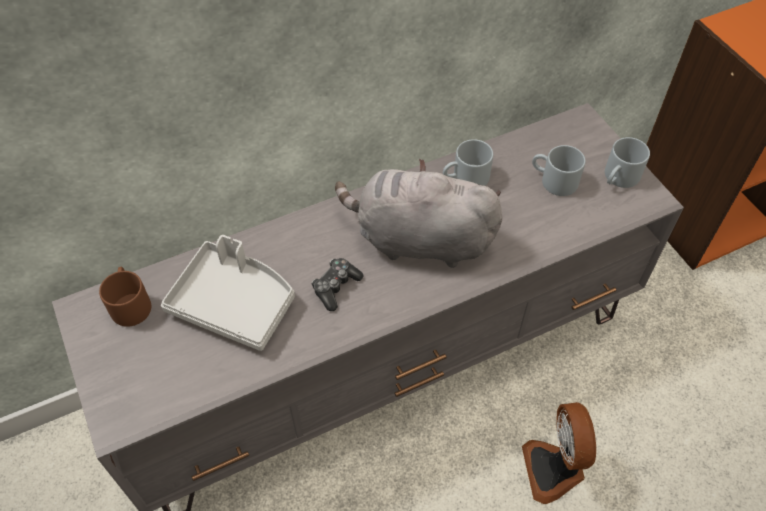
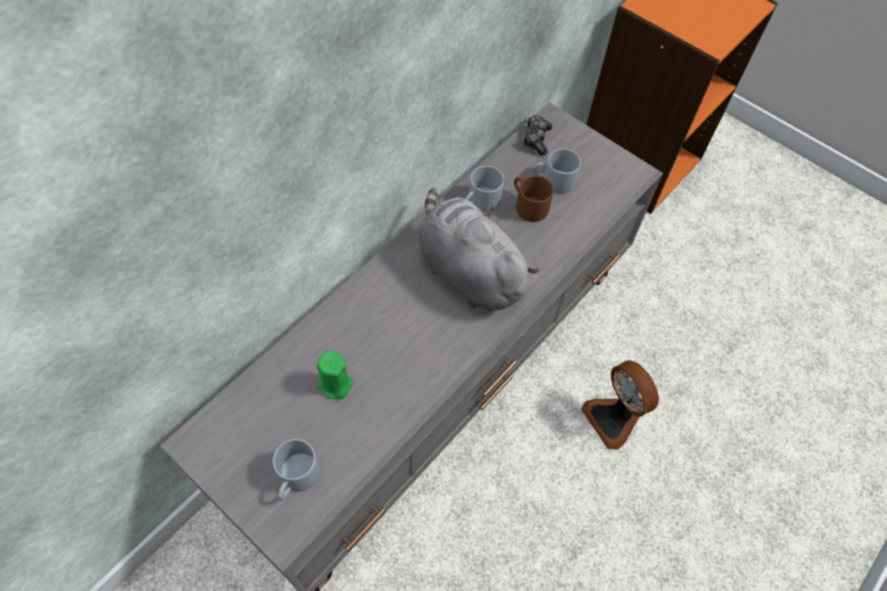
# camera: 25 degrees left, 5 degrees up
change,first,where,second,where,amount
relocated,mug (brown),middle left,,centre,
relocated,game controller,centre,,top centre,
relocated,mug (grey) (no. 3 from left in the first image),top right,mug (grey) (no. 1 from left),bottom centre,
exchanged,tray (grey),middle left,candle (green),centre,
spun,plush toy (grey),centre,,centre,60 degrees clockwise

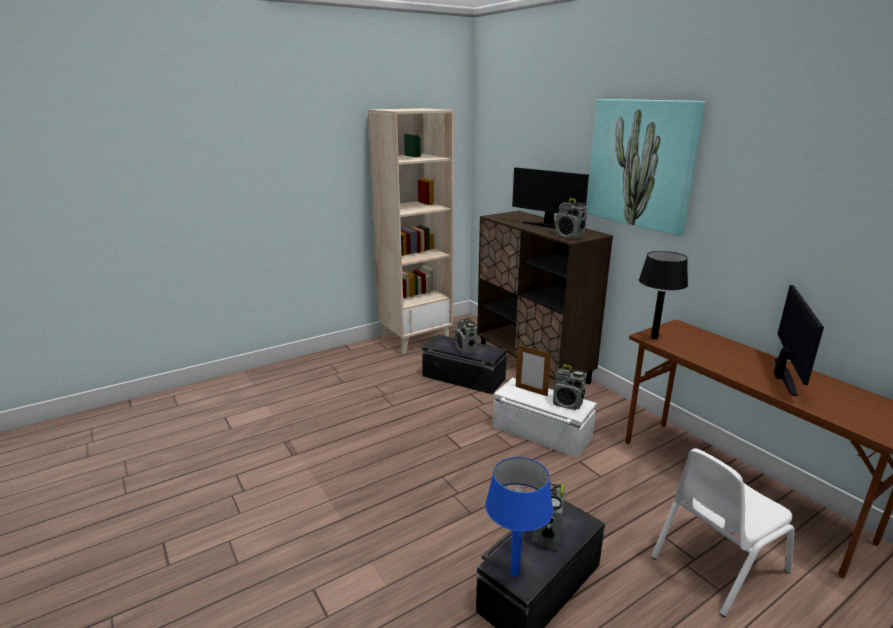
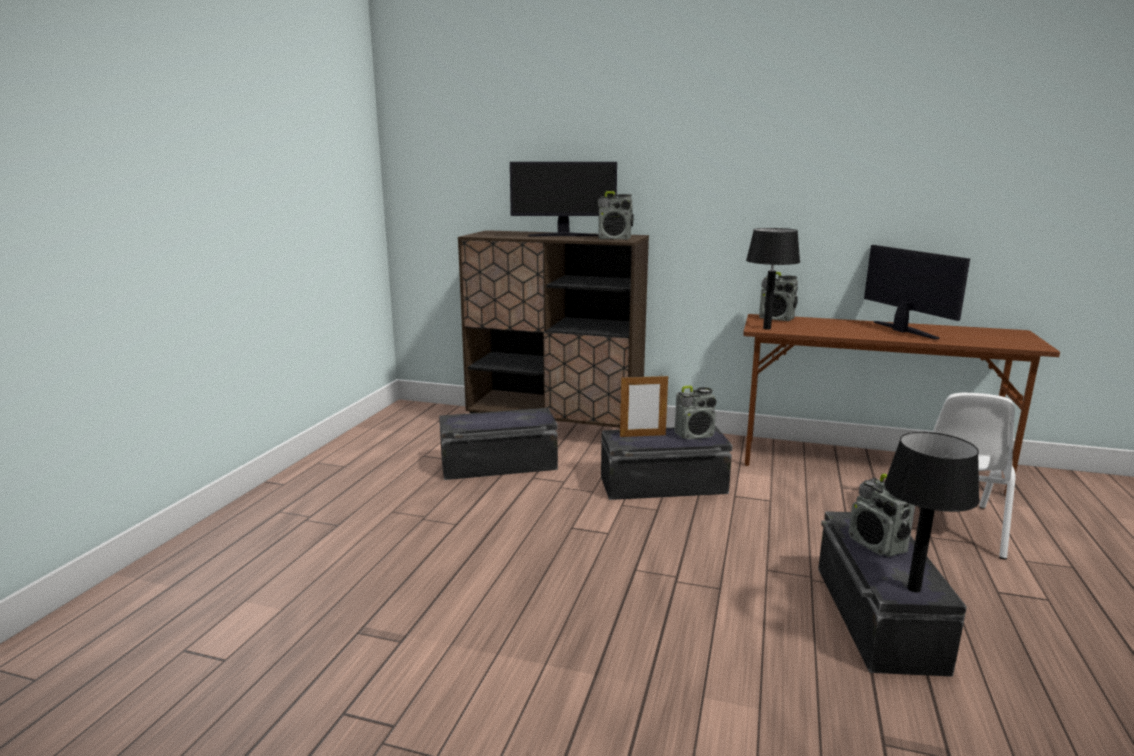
# camera: 40 degrees left, 5 degrees down
change,first,where,second,where,amount
missing,bookcase (beige),centre,,,
missing,picture,top right,,,
relocated,radio (no. 1 from left in the first image),centre,radio (no. 3 from left),middle right,
colour,table lamp (blue),bottom centre,table lamp (black) (no. 2 from left),bottom right,
colour,storage box (white),centre,storage box (black) (no. 2 from left),centre,

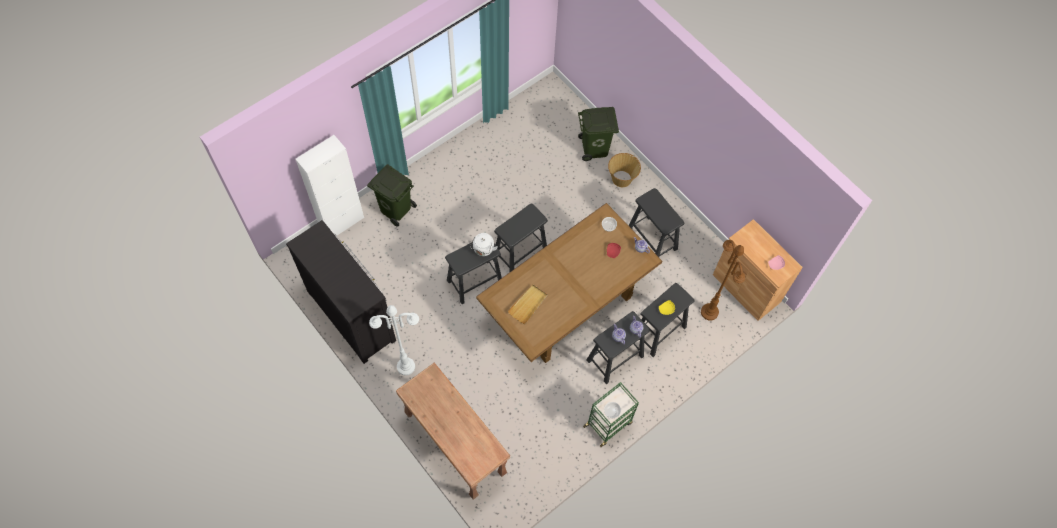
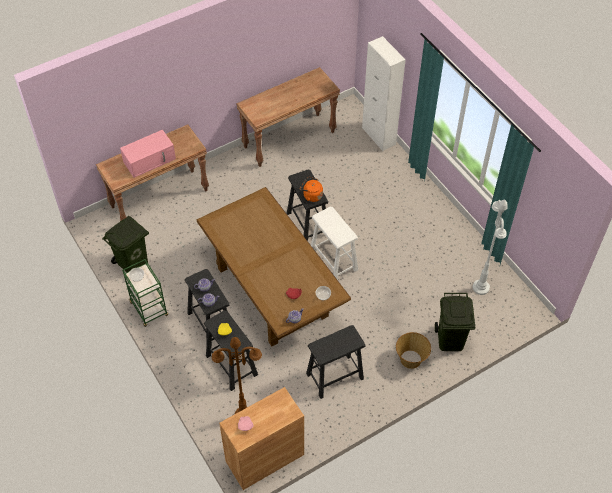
# camera: 100 degrees right, 10 degrees down
change,first,where,second,where,amount
missing,tray (beige),centre,,,
appeared,,,microwave (pink),top left,
relocated,trash can (green) (no. 1 from left),centre,,middle left,
relocated,floor lamp (white),centre,,middle right,
exchanged,dresser,middle left,console table (brown) (no. 2 from left),top centre,
colour,kettle (white),centre,kettle (orange),centre,
colour,stool (black) (no. 2 from left),centre,stool (white),centre,

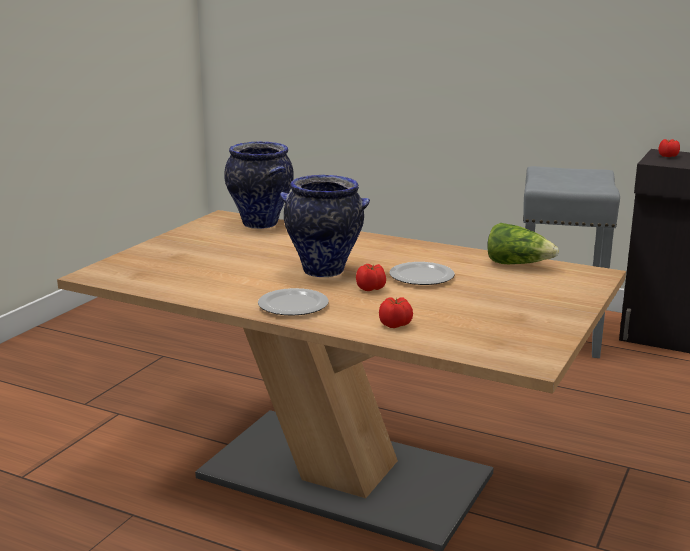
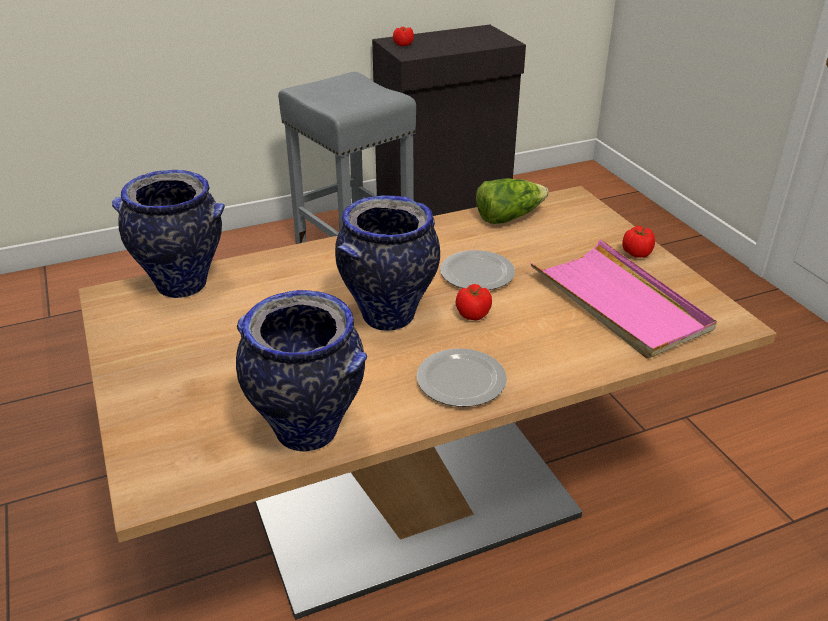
# camera: 50 degrees left, 15 degrees up
change,first,where,second,where,amount
appeared,,,vase (no. 2 from left),centre,
appeared,,,tray (pink),middle right,
relocated,tomato (no. 2 from left in the first image),centre,tomato (no. 3 from left),middle right,

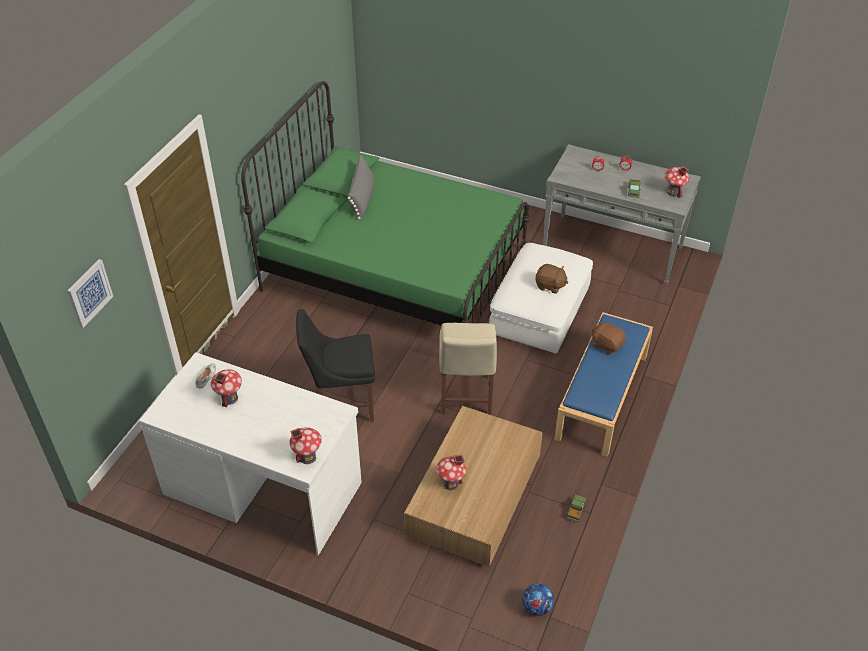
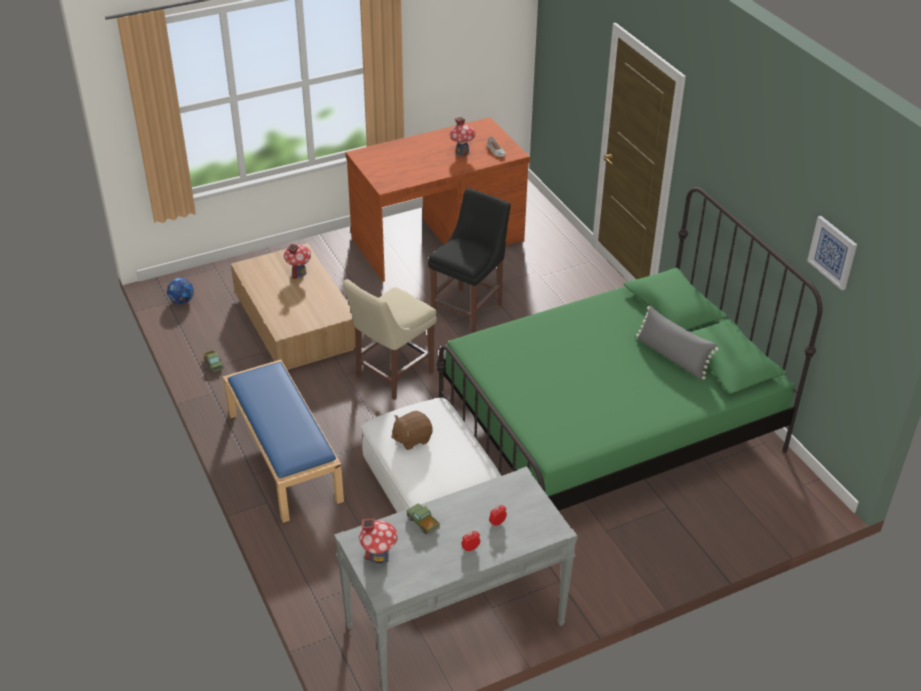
# camera: 130 degrees right, 5 degrees down
change,first,where,second,where,amount
missing,toy house (no. 2 from left),bottom centre,,,
missing,plush toy (brown) (no. 2 from left),middle right,,,
relocated,picture,middle left,,middle right,
colour,desk (white),bottom left,desk (brown),top centre,
spun,chair (beige),centre,,centre,90 degrees counterclockwise

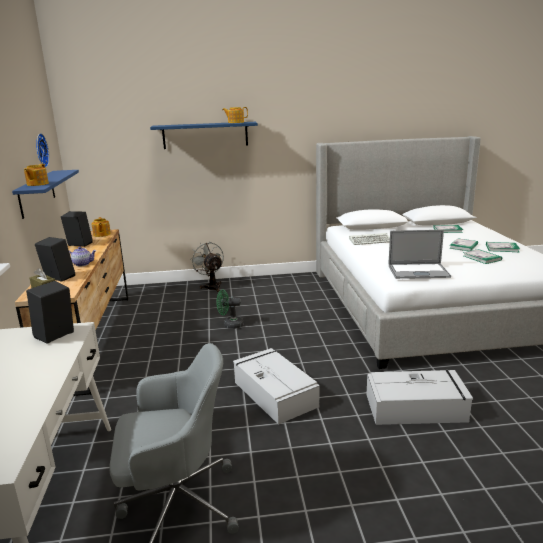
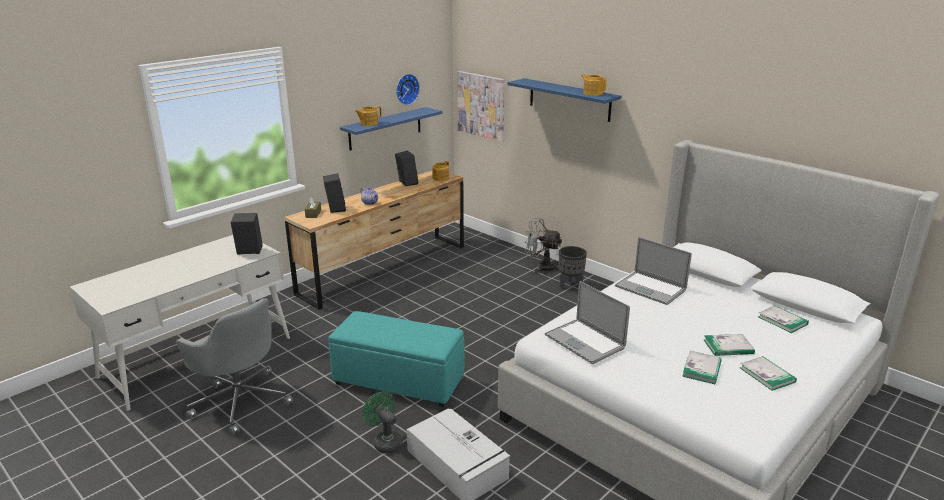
# camera: 50 degrees right, 5 degrees up
change,first,where,second,where,amount
appeared,,,picture,top centre,
appeared,,,planter (black),centre,
relocated,fan (green),centre,,bottom centre,
exchanged,storage box (grey) (no. 1 from left),bottom centre,ottoman (turquoise),bottom centre,
exchanged,keyboard,middle right,laptop (no. 2 from left),middle right,
spun,fan (grey),centre,,centre,90 degrees counterclockwise

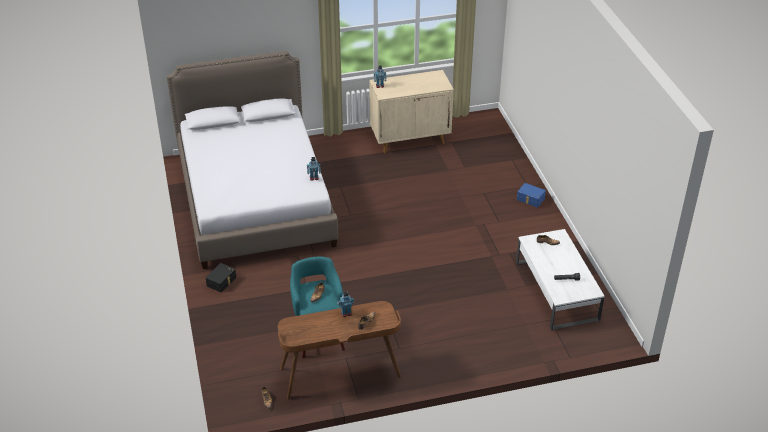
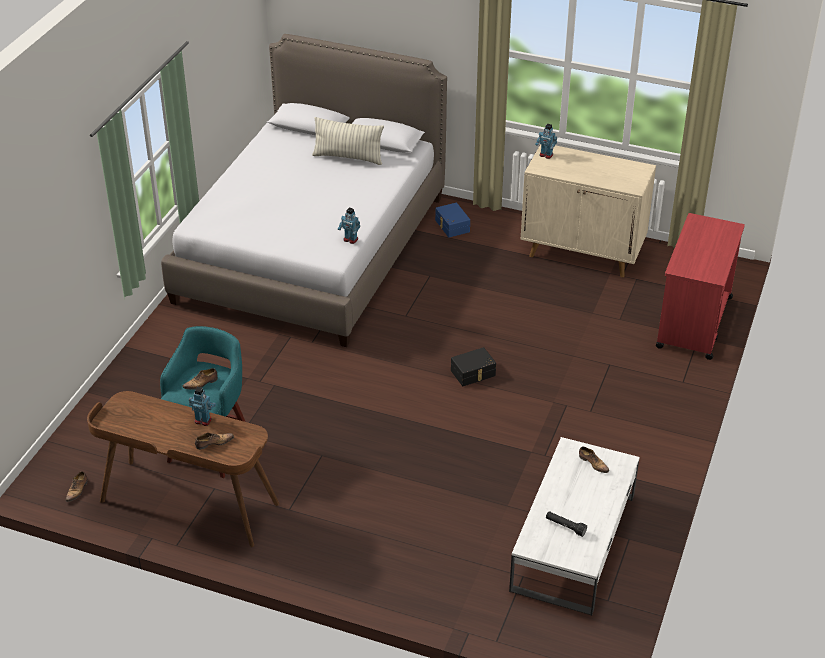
# camera: 35 degrees right, 0 degrees up
change,first,where,second,where,amount
appeared,,,pillow,top centre,
appeared,,,cart (red),middle right,
relocated,storage box (black),middle left,,centre,
relocated,storage box (blue),middle right,,centre,

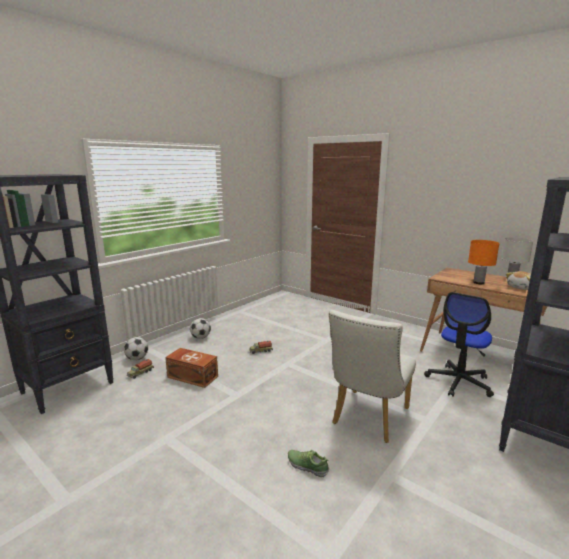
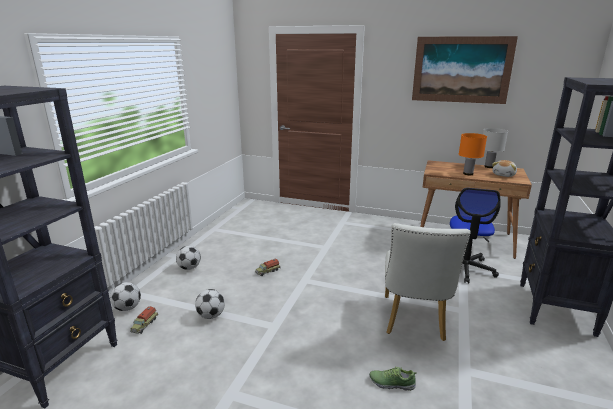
# camera: 20 degrees left, 5 degrees up
change,first,where,second,where,amount
appeared,,,picture,top right,
exchanged,storage box (brown),centre,football (no. 3 from left),bottom centre,

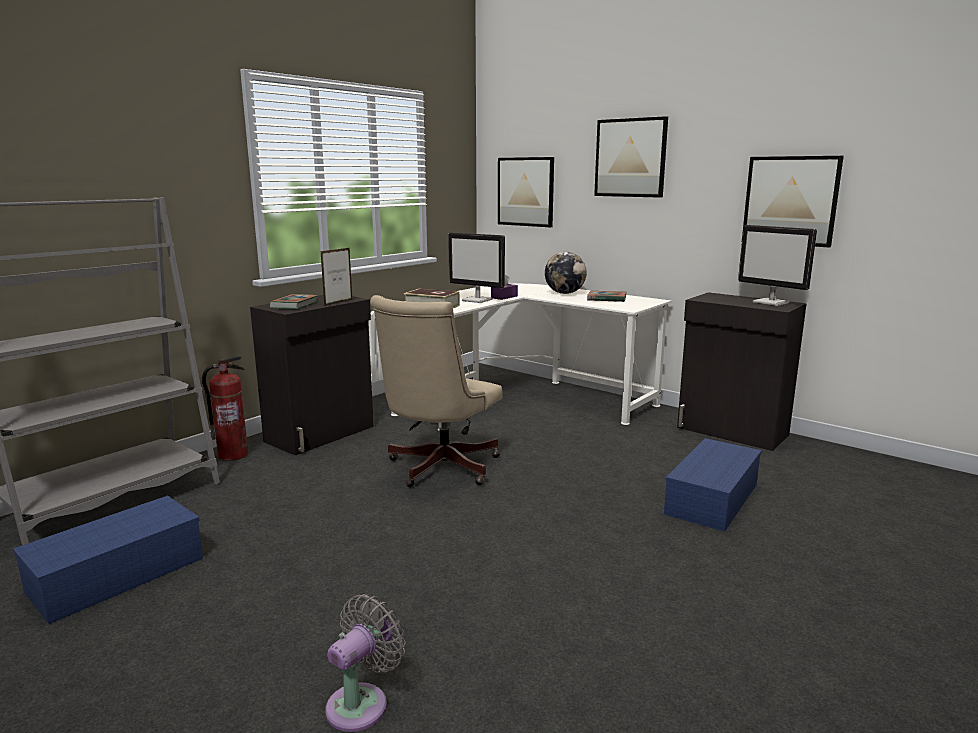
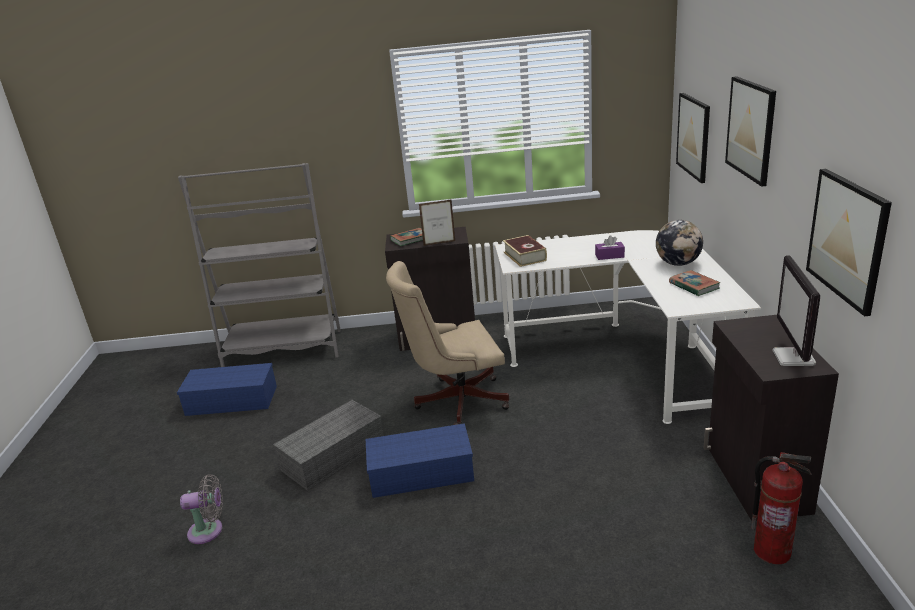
# camera: 50 degrees right, 10 degrees up
change,first,where,second,where,amount
missing,monitor (no. 1 from left),centre,,,
appeared,,,storage box (grey),bottom centre,
relocated,fire extinguisher,middle left,,bottom right,
relocated,storage box (blue) (no. 2 from left),middle right,,bottom centre,

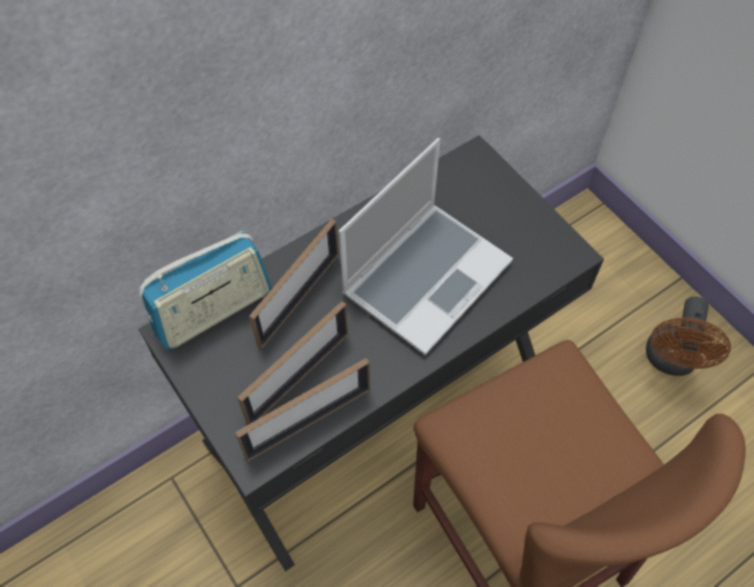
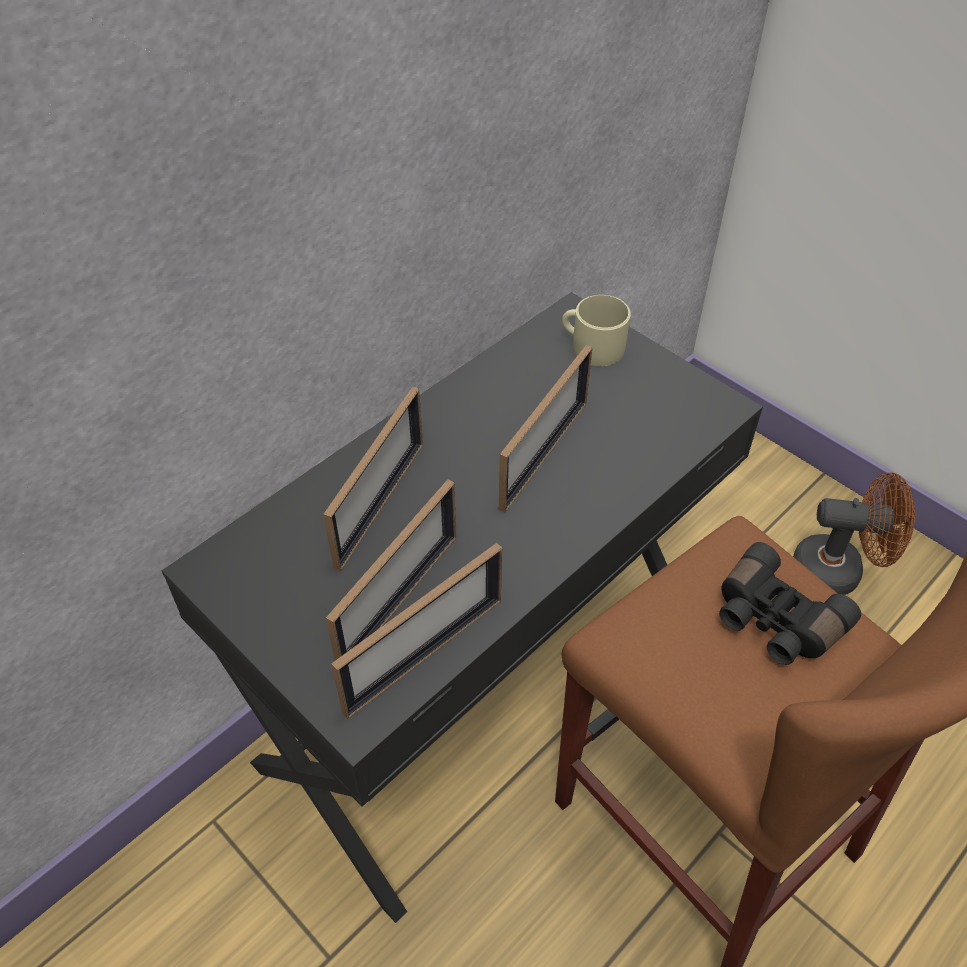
# camera: 10 degrees left, 10 degrees down
change,first,where,second,where,amount
missing,radio,middle left,,,
appeared,,,mug (beige),centre,
appeared,,,binoculars (black),middle right,
exchanged,laptop,centre,picture frame (no. 4 from left),centre,
spun,fan (brown),middle right,,middle right,90 degrees counterclockwise

